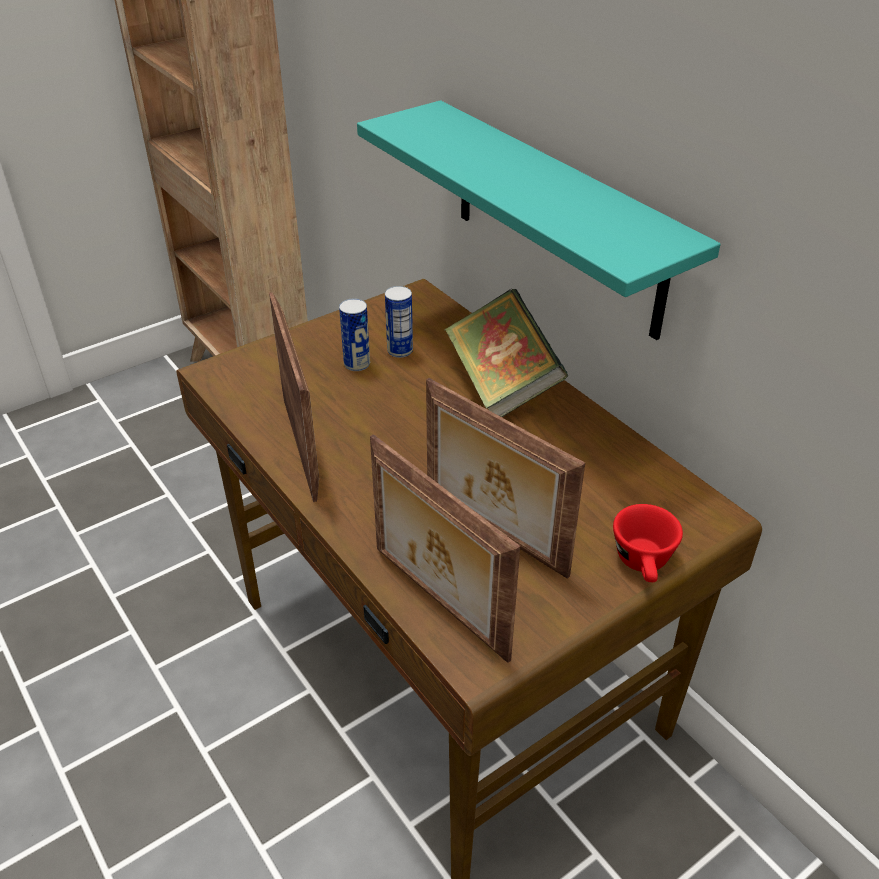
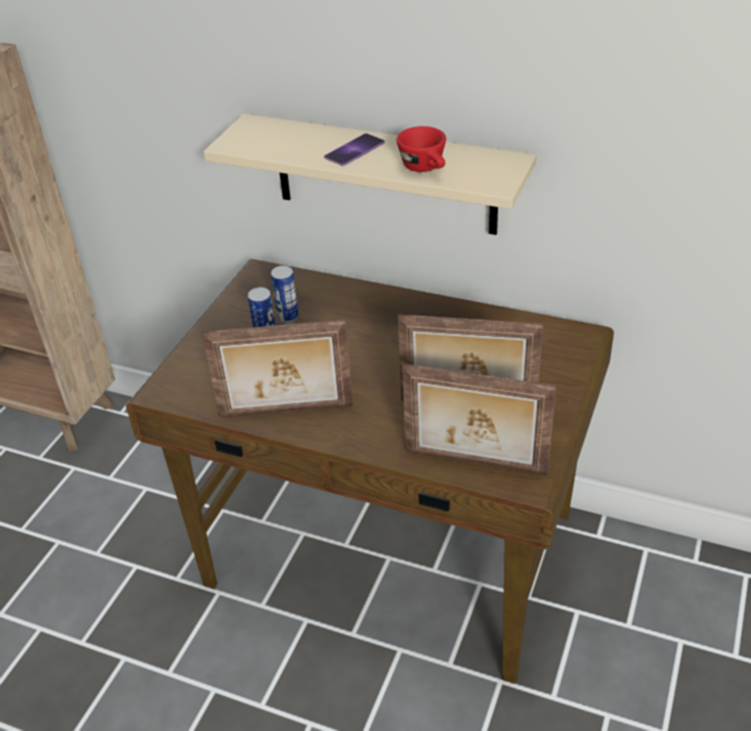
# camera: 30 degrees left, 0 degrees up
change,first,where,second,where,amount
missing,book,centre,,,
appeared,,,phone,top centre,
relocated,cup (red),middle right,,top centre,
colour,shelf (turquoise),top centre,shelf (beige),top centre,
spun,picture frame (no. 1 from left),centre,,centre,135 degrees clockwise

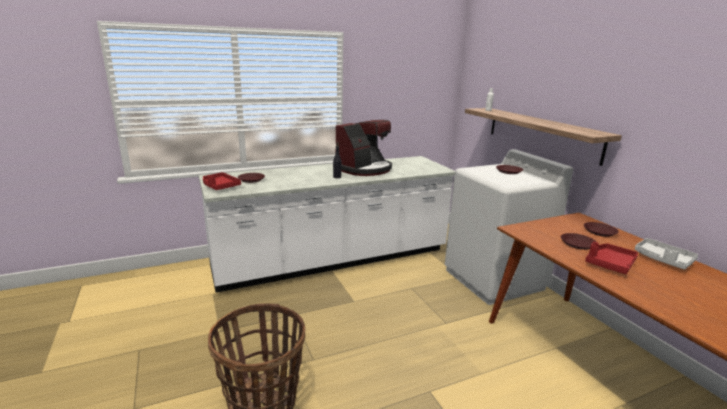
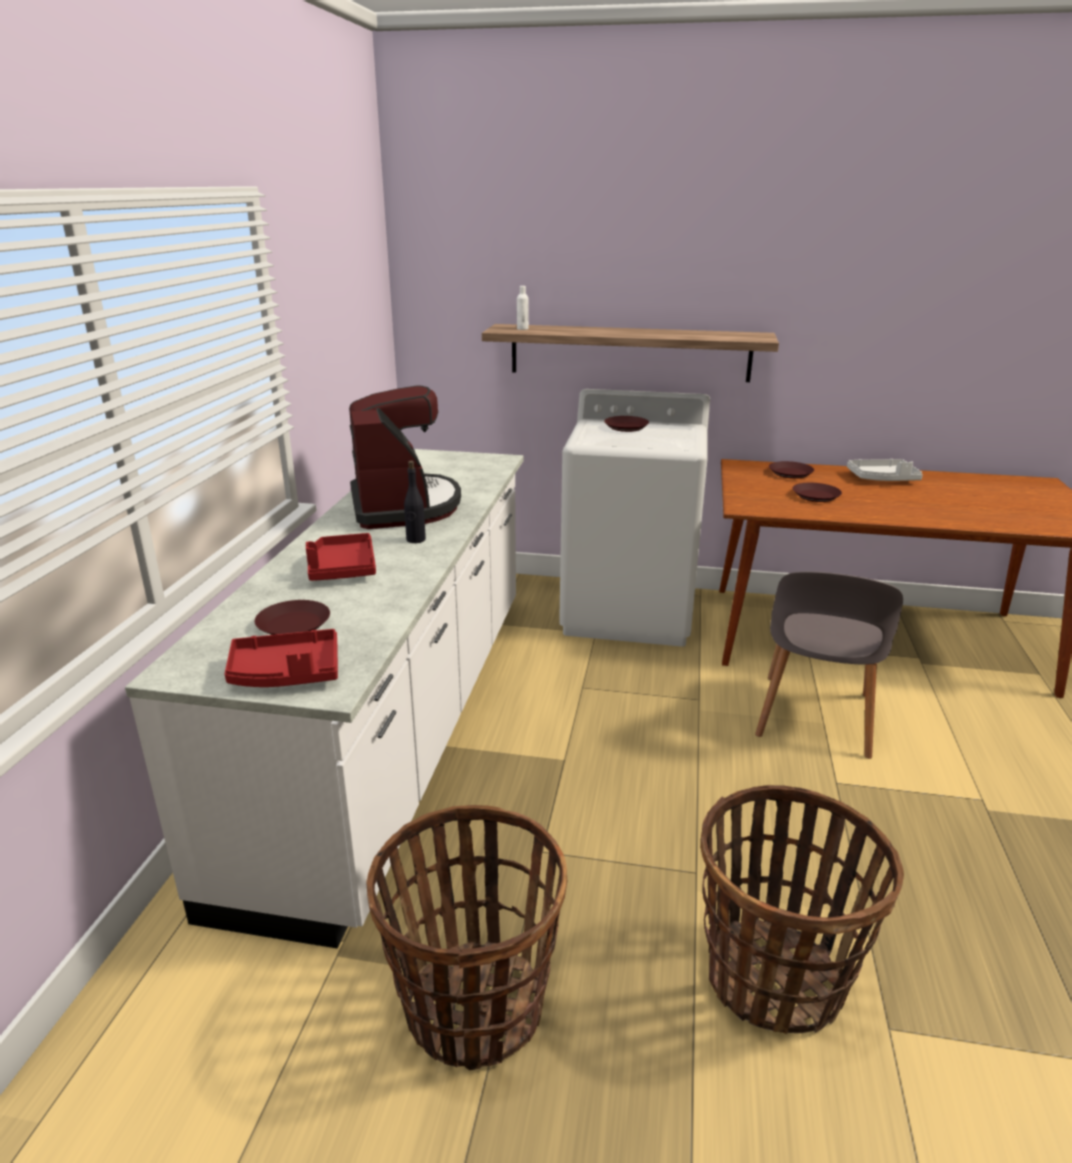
# camera: 55 degrees left, 5 degrees up
change,first,where,second,where,amount
appeared,,,basket (no. 1 from left),bottom centre,
appeared,,,chair (grey),middle right,
relocated,tray (red) (no. 2 from left),middle right,,middle left,

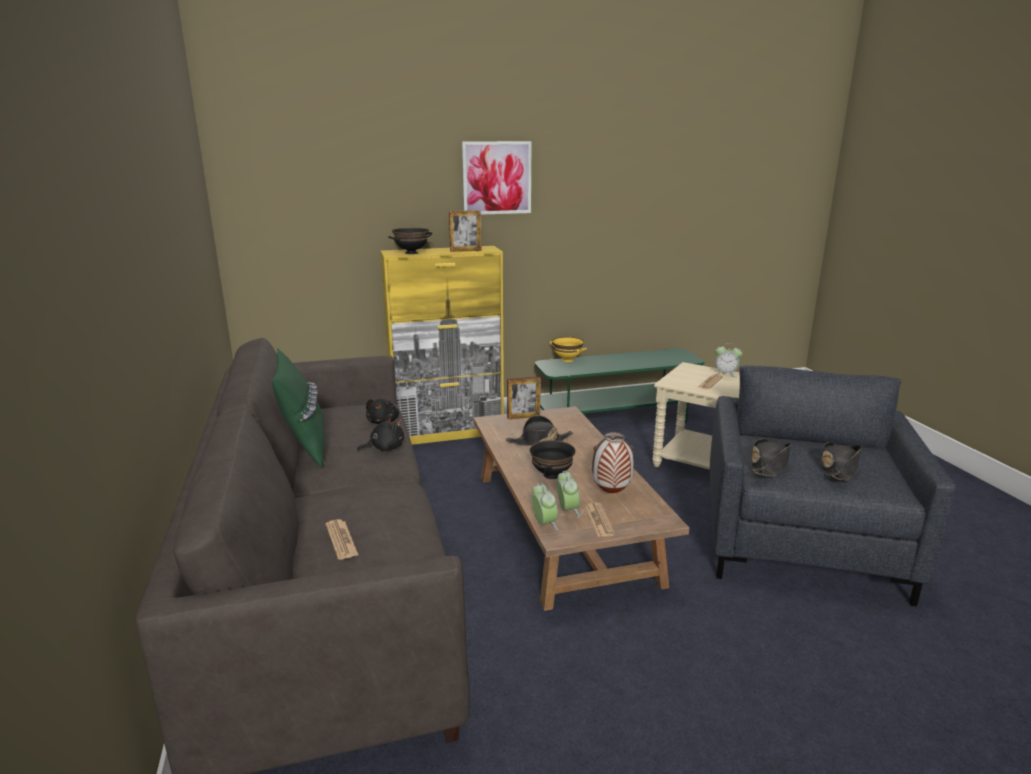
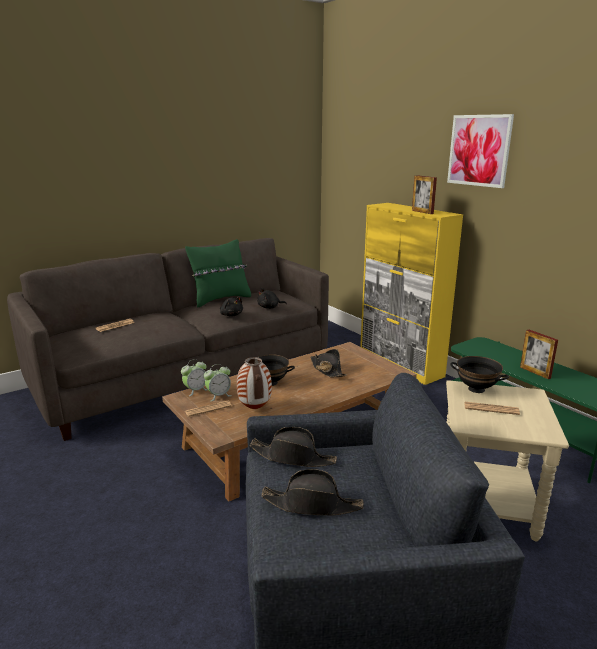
# camera: 70 degrees right, 0 degrees up
change,first,where,second,where,amount
missing,bowl (yellow),centre,,,
missing,alarm clock (no. 3 from left),middle right,,,
relocated,bowl (black) (no. 1 from left in the first image),top centre,bowl (black) (no. 2 from left),middle right,
relocated,picture frame (no. 2 from left),centre,,middle right,

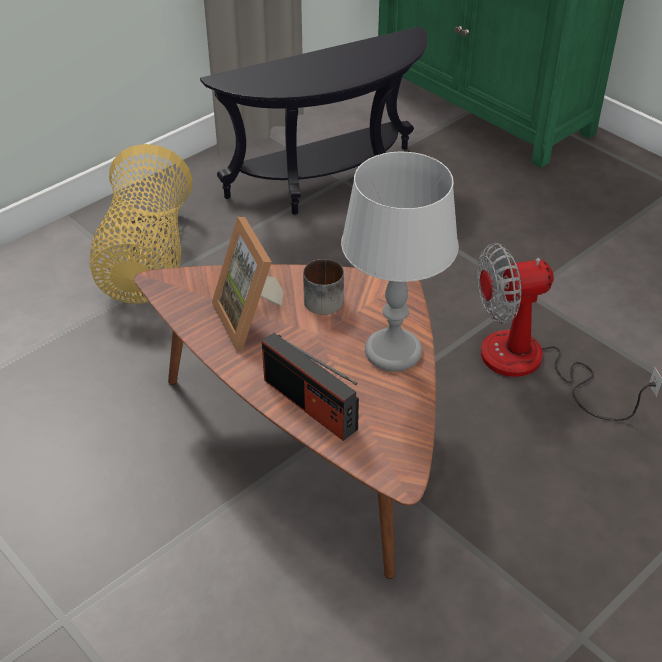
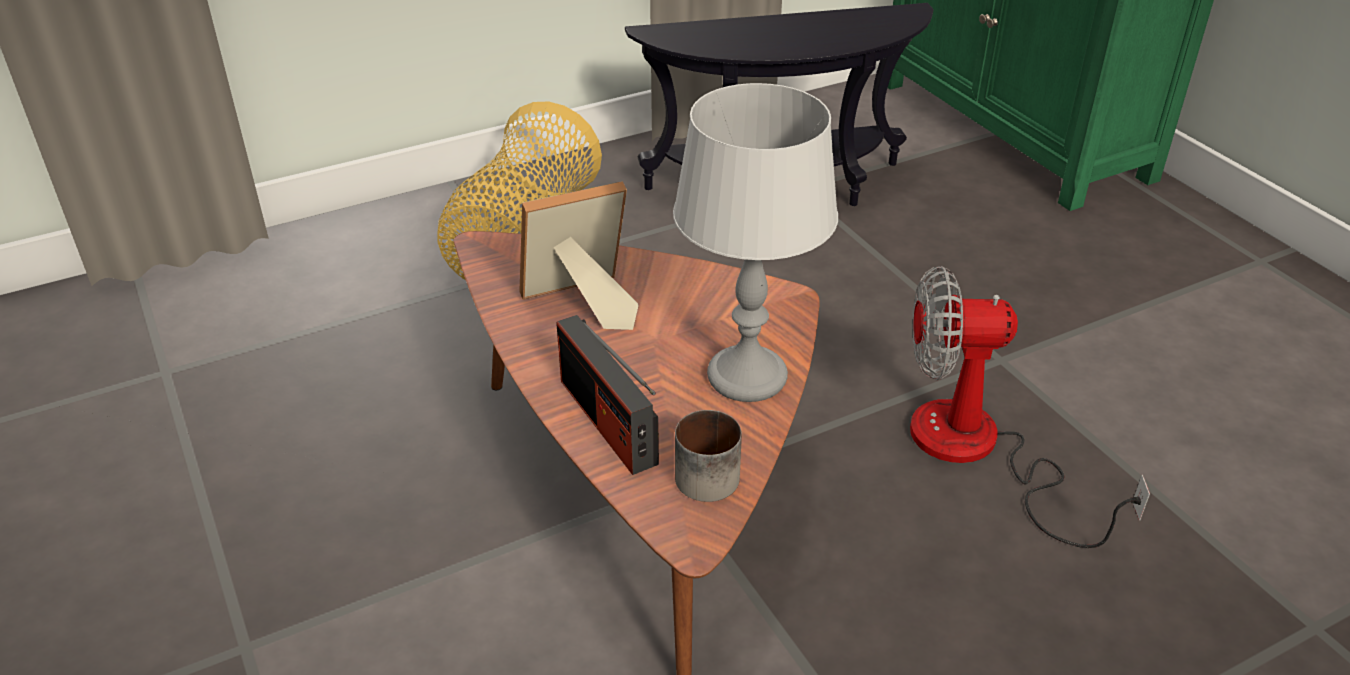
# camera: 15 degrees right, 5 degrees down
change,first,where,second,where,amount
relocated,mug,centre,,bottom centre,
spun,picture frame,centre,,centre,75 degrees clockwise

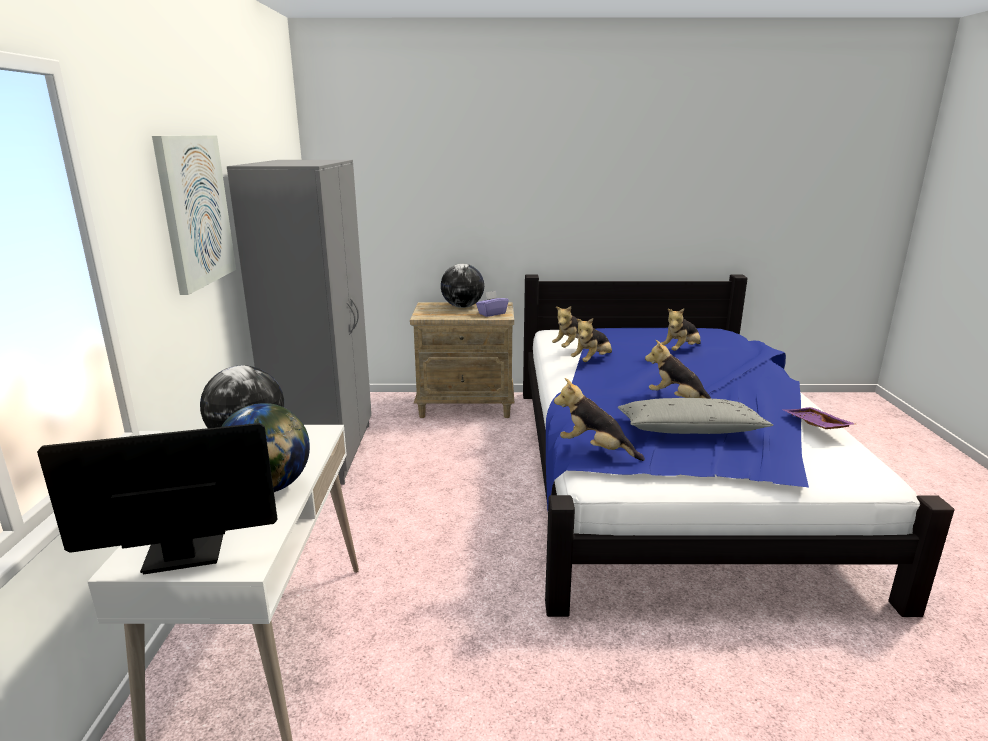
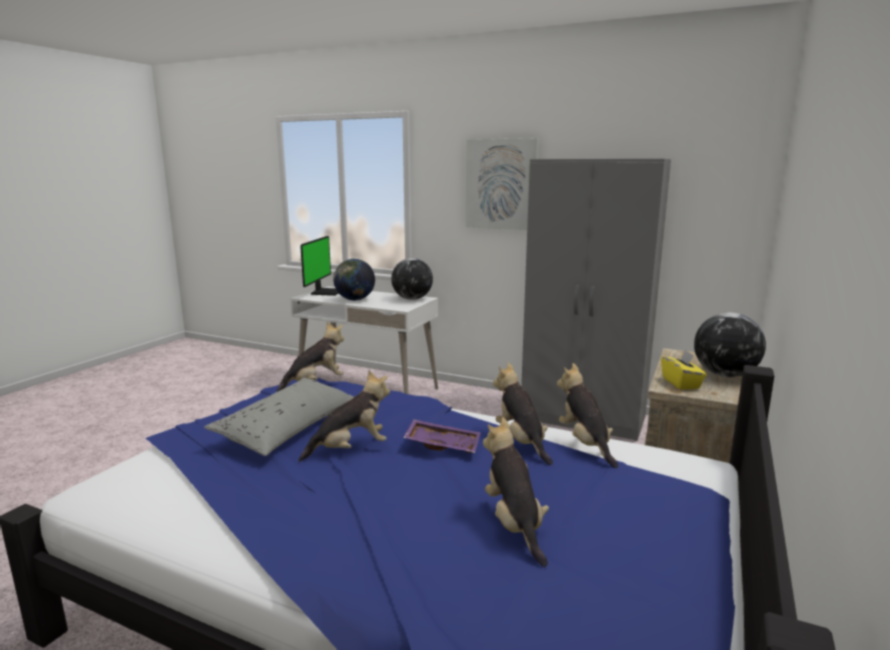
# camera: 115 degrees right, 5 degrees down
change,first,where,second,where,amount
relocated,tray (purple),middle right,,bottom centre,
colour,tissue box (purple),centre,tissue box (yellow),middle right,

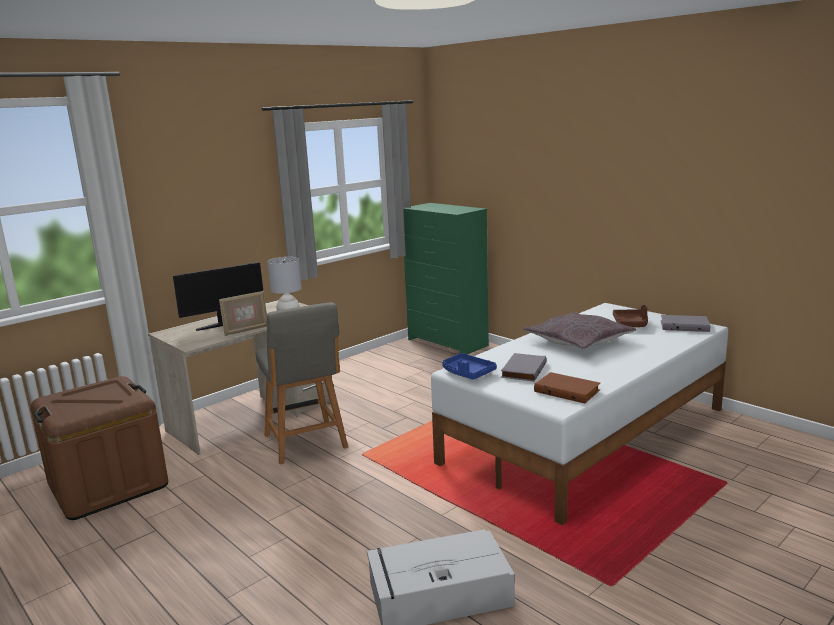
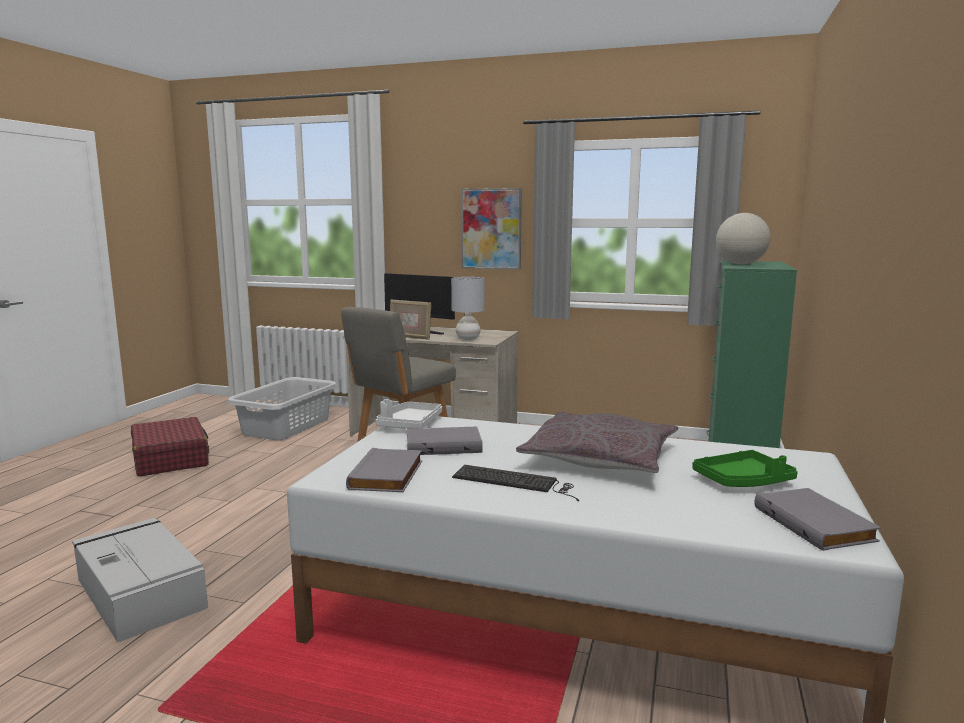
# camera: 60 degrees right, 5 degrees down
change,first,where,second,where,amount
appeared,,,suitcase (red),middle left,
appeared,,,keyboard,bottom centre,
appeared,,,picture,top centre,
appeared,,,globe,top right,
exchanged,storage box (brown),bottom left,laundry basket (grey),middle left,
colour,tray (blue),centre,tray (white),centre,
colour,book (brown),middle right,book (grey) (no. 1 from left),centre,
colour,tray (brown),middle right,tray (green),middle right,

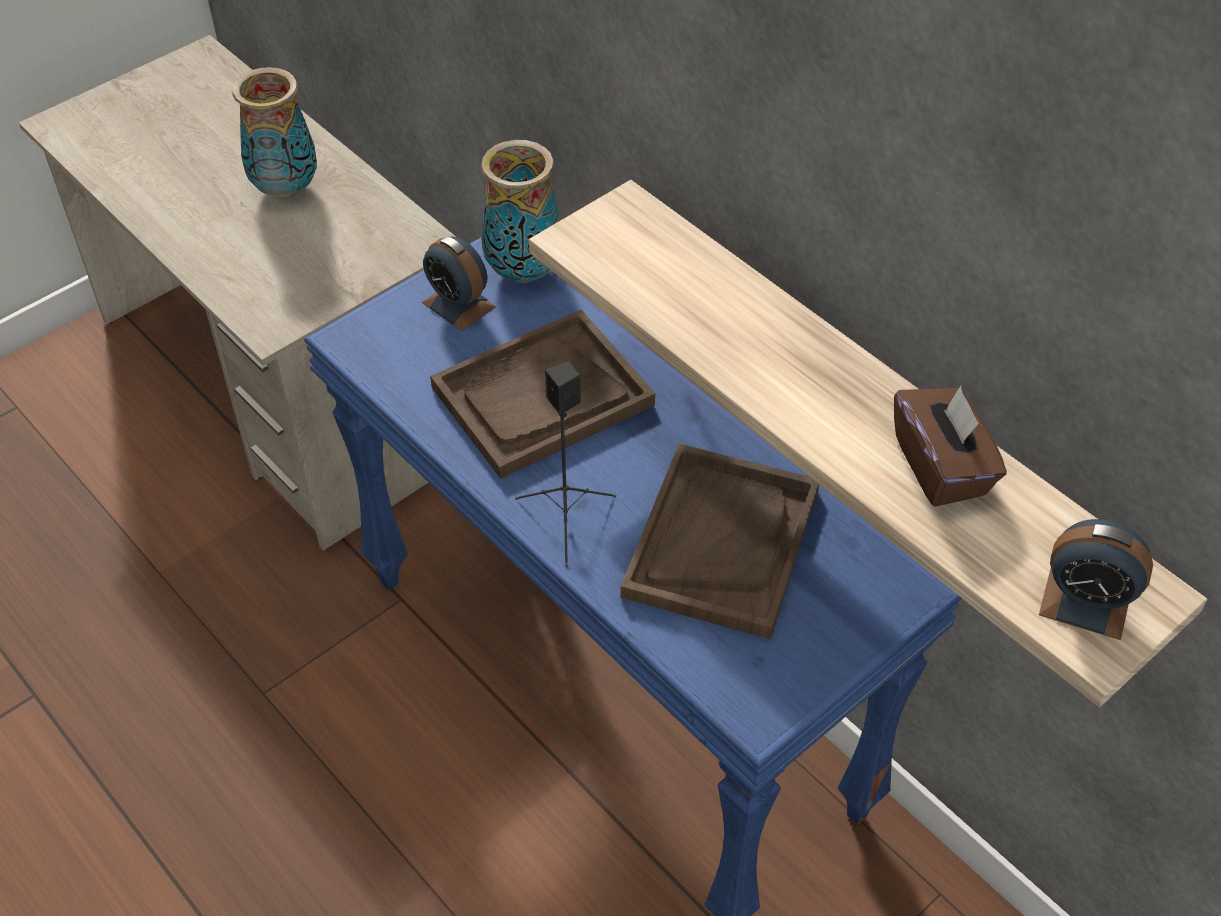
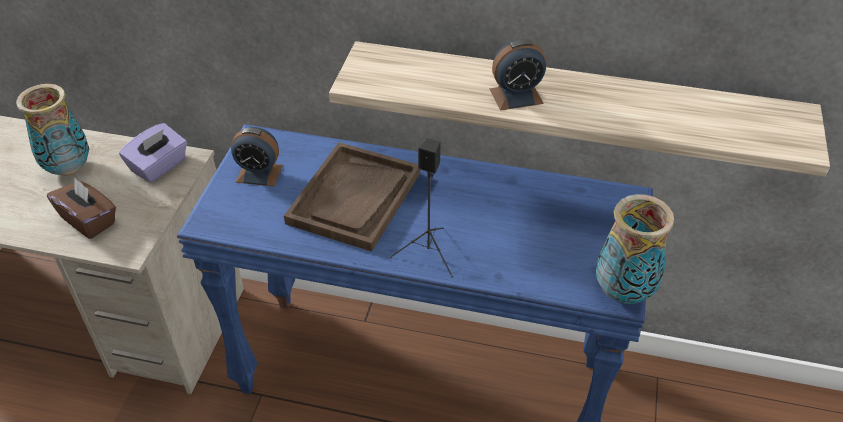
# camera: 35 degrees left, 5 degrees down
change,first,where,second,where,amount
missing,tray (brown) (no. 2 from left),centre,,,
appeared,,,tissue box (purple),middle left,
relocated,vase (no. 2 from left),top centre,,middle right,
relocated,tissue box (brown),middle right,,middle left,
relocated,alarm clock (no. 2 from left),middle right,,top centre,

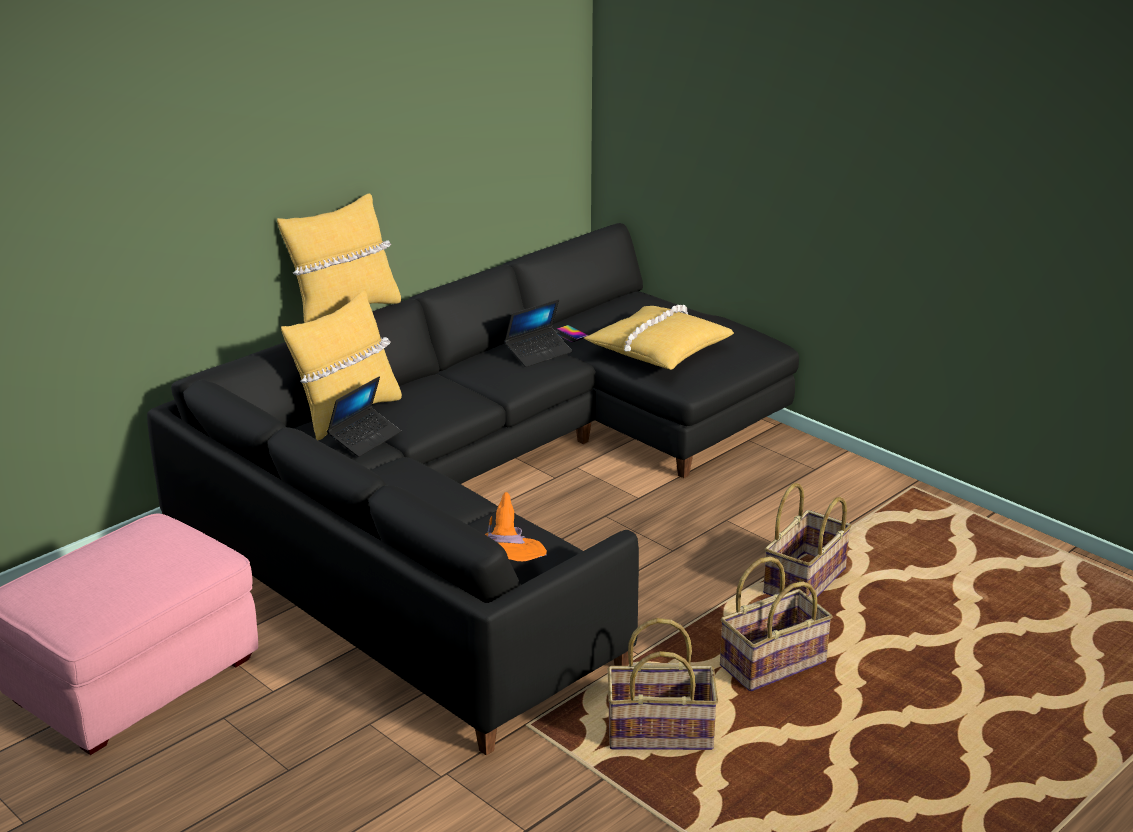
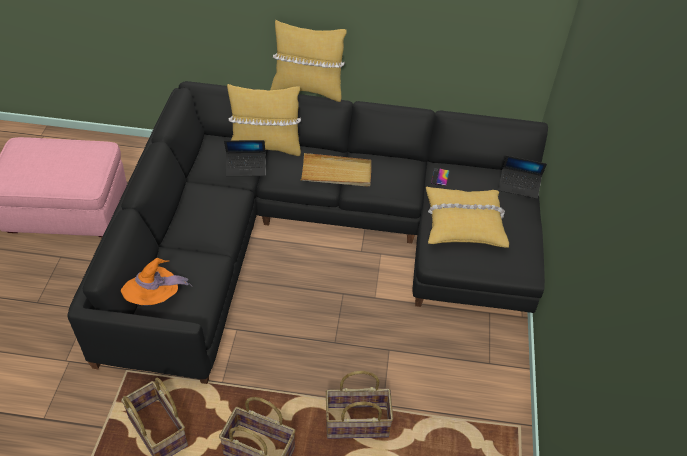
# camera: 50 degrees right, 20 degrees up
change,first,where,second,where,amount
appeared,,,tray (beige),centre,
relocated,laptop (no. 2 from left),centre,,middle right,

